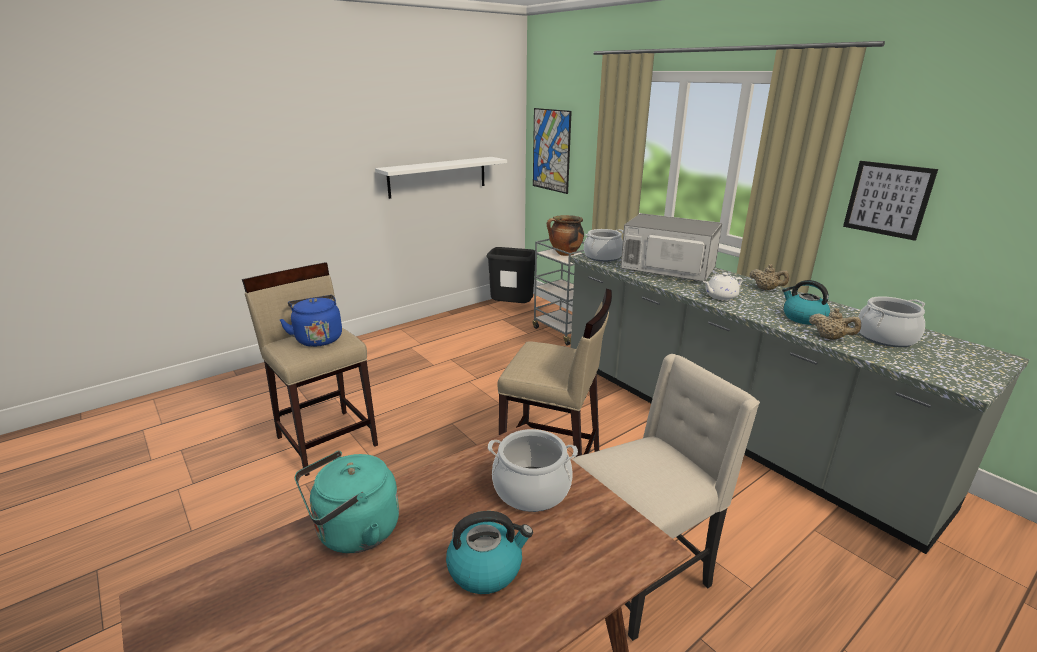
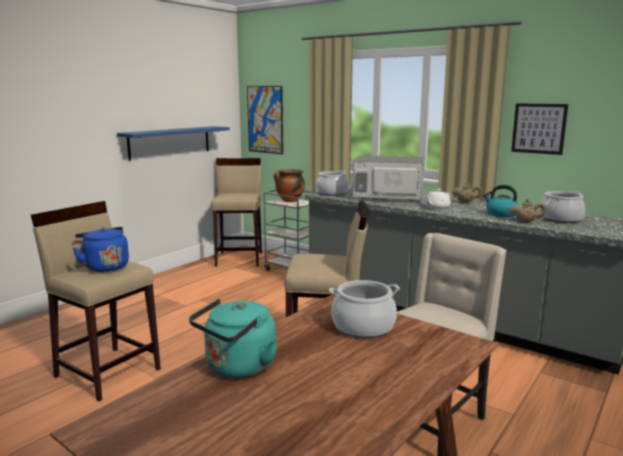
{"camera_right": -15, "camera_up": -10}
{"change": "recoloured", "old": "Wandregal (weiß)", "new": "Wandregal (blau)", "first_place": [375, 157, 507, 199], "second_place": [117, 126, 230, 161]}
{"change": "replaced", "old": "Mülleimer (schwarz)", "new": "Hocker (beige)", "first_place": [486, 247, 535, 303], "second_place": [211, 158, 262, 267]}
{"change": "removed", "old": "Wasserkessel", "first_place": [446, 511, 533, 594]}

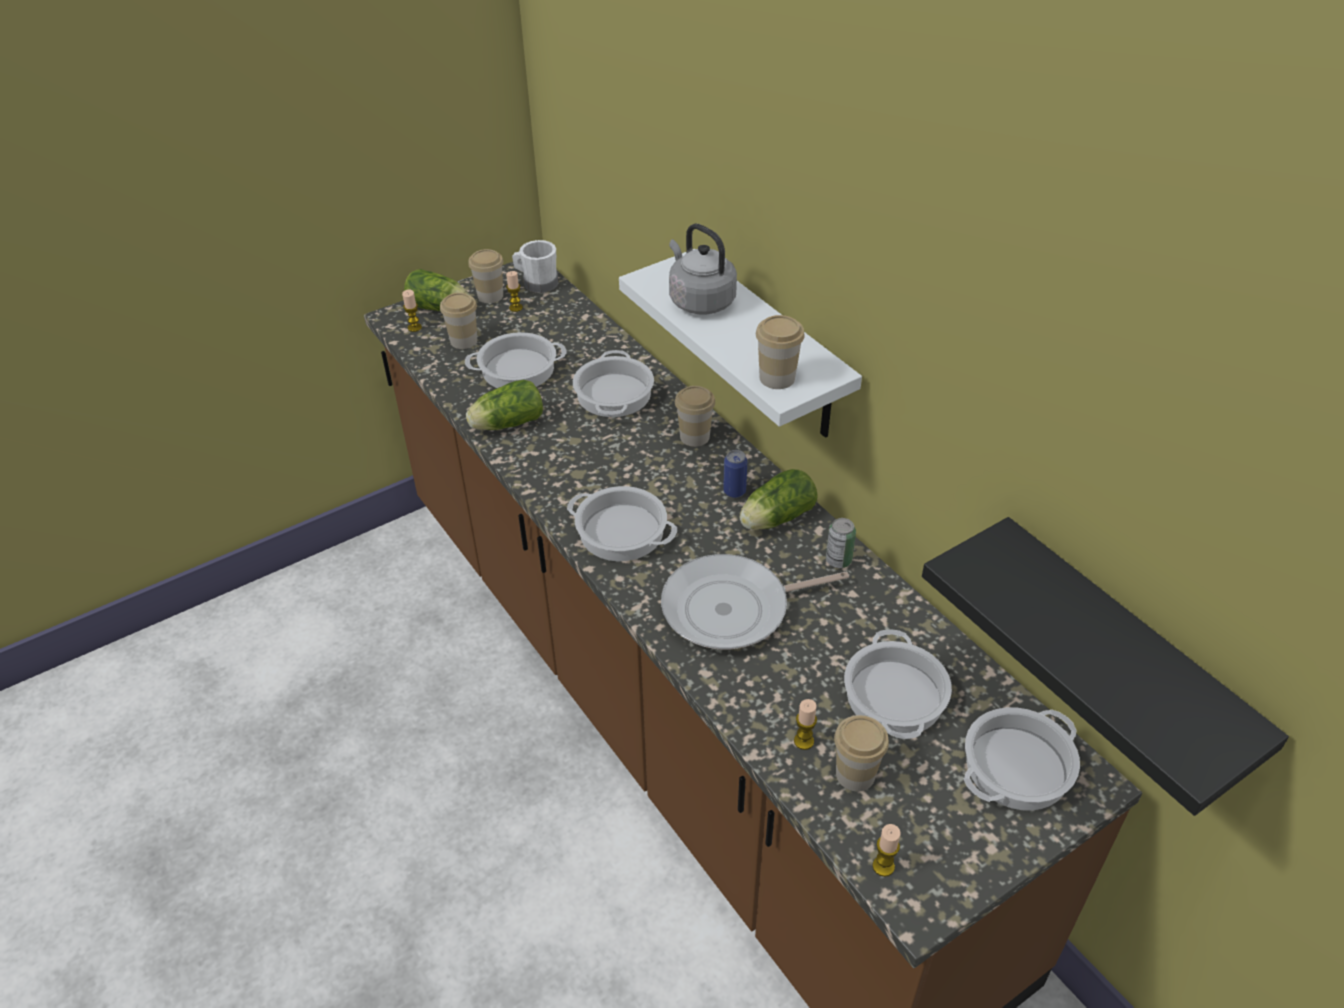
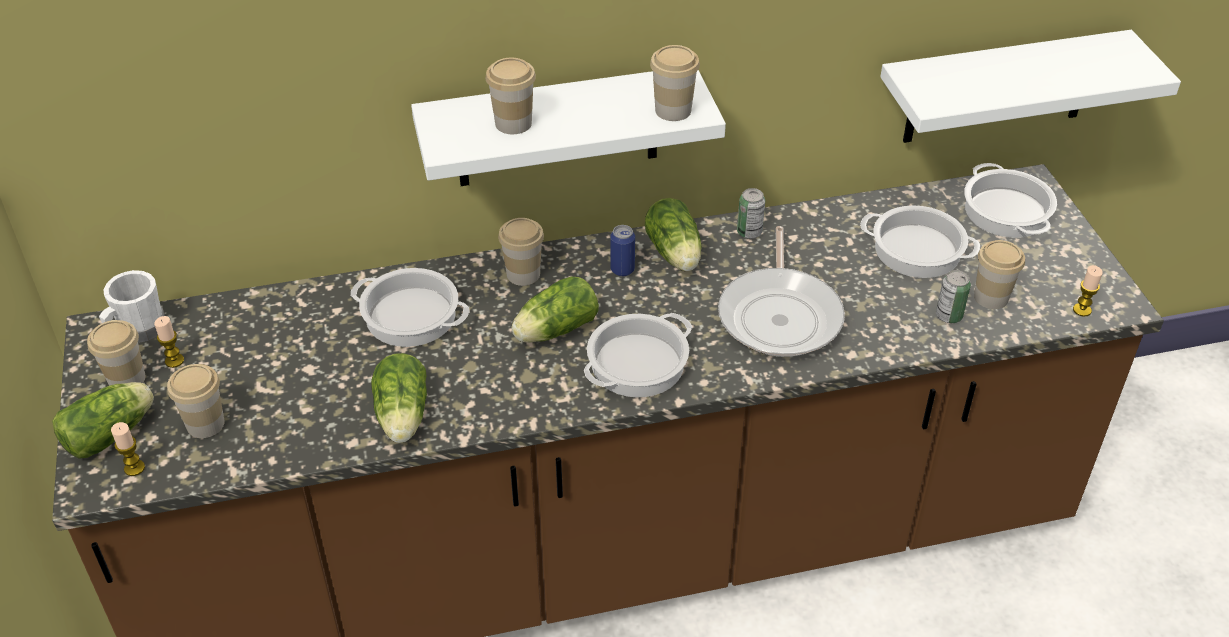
{"camera_right": -70, "camera_up": 0}
{"change": "replaced", "old": "Wasserkessel (grau)", "new": "Tasse", "first_place": [669, 224, 737, 315], "second_place": [486, 58, 536, 134]}
{"change": "added", "new": "Salatkopf", "second_place": [511, 277, 599, 343]}
{"change": "recoloured", "old": "Wandregal (schwarz)", "new": "Wandregal (weiß)", "first_place": [922, 517, 1289, 816], "second_place": [880, 30, 1181, 143]}
{"change": "replaced", "old": "Kerze", "new": "Dose", "first_place": [794, 699, 817, 750], "second_place": [936, 270, 971, 323]}
{"change": "removed", "old": "Kochtopf", "first_place": [465, 332, 566, 388]}

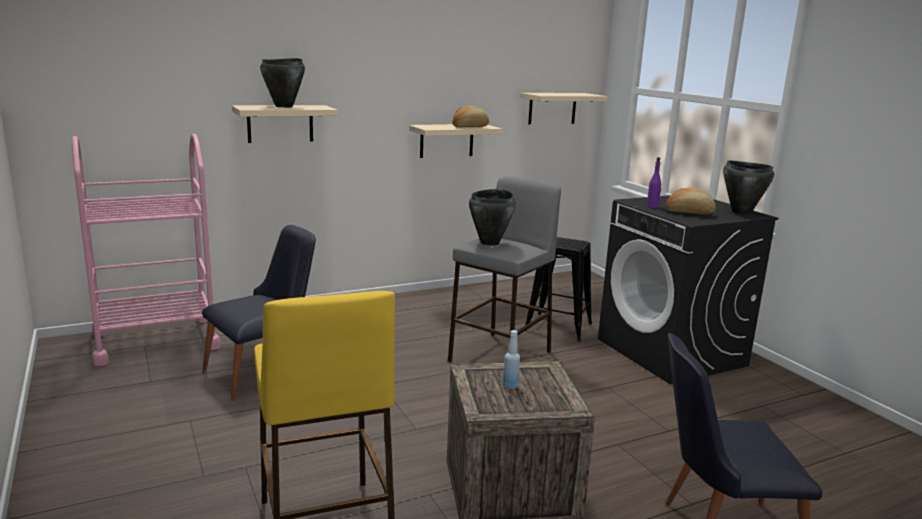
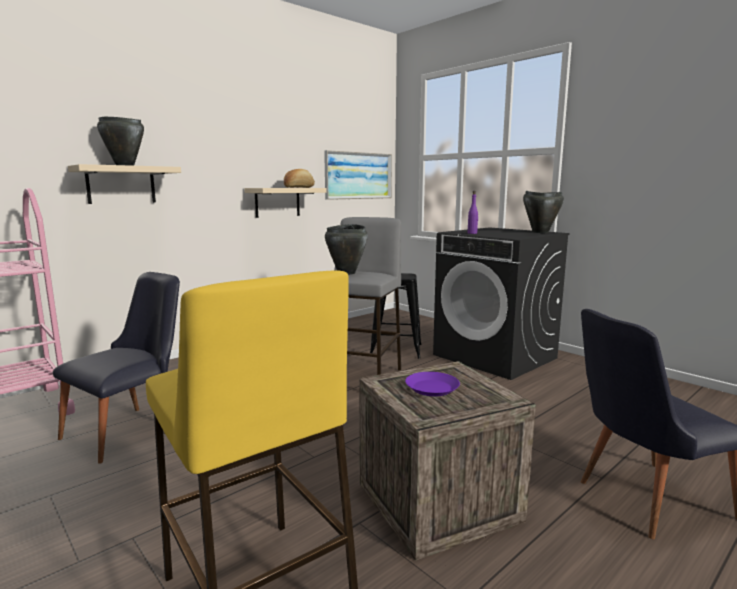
{"camera_right": -15, "camera_up": -5}
{"change": "replaced", "old": "Wandregal (beige)", "new": "Bild", "first_place": [520, 93, 608, 124], "second_place": [324, 150, 392, 200]}
{"change": "replaced", "old": "Flasche (blau)", "new": "Teller (lila)", "first_place": [503, 330, 520, 389], "second_place": [405, 372, 460, 397]}
{"change": "removed", "old": "Brot", "first_place": [665, 187, 716, 215]}

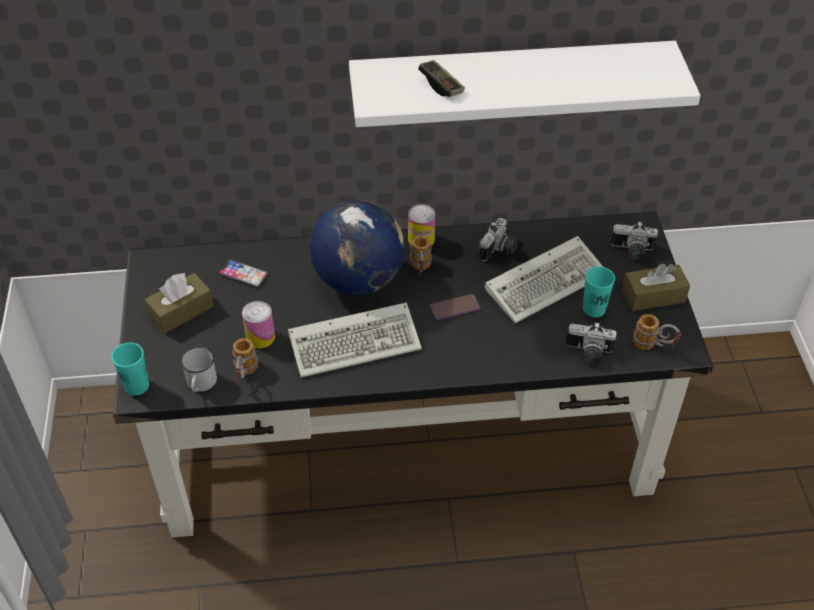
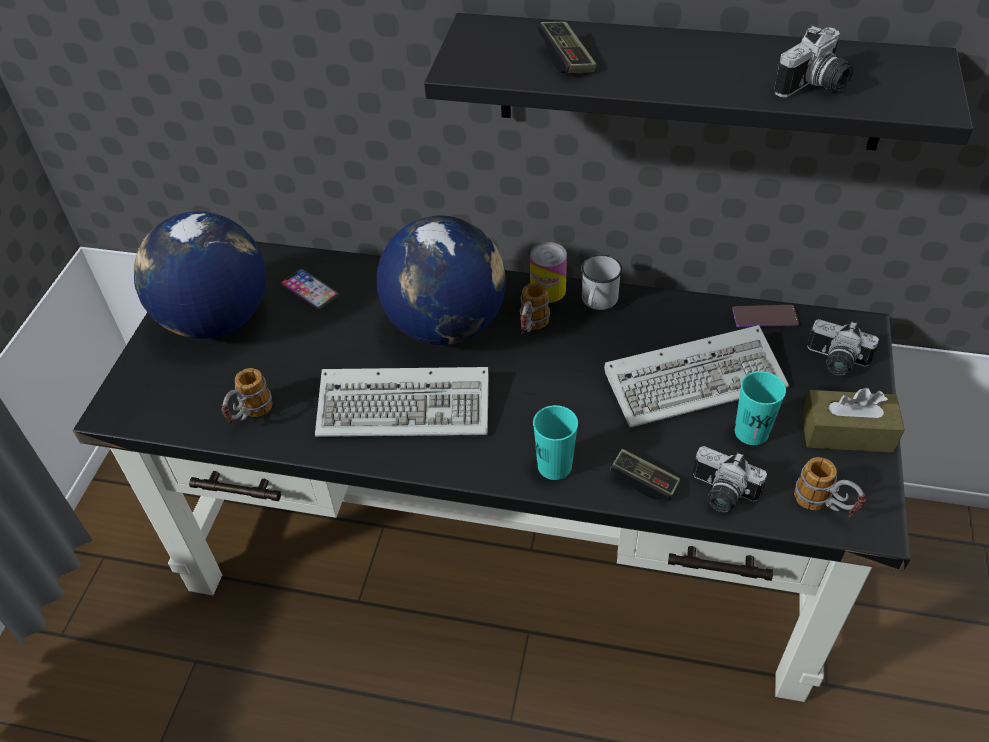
{"camera_right": 20, "camera_up": 0}
{"change": "replaced", "old": "Taschentuchbox (braun)", "new": "Globus", "first_place": [144, 273, 214, 334], "second_place": [134, 211, 266, 339]}
{"change": "recoloured", "old": "Wandregal (weiß)", "new": "Wandregal (schwarz)", "first_place": [349, 41, 701, 127], "second_place": [424, 13, 973, 150]}
{"change": "moved", "old": "Tasse (türkis)", "first_place": [112, 343, 149, 396], "second_place": [533, 405, 578, 480]}
{"change": "moved", "old": "Henkelbecher (weiß)", "first_place": [180, 347, 217, 392], "second_place": [581, 255, 622, 310]}
{"change": "added", "new": "Gamepad", "second_place": [610, 449, 680, 501]}
{"change": "moved", "old": "Handy", "first_place": [430, 294, 480, 320], "second_place": [732, 305, 799, 327]}
{"change": "moved", "old": "Kamera", "first_place": [478, 218, 518, 261], "second_place": [773, 26, 853, 98]}
{"change": "removed", "old": "Dose", "first_place": [242, 301, 275, 348]}

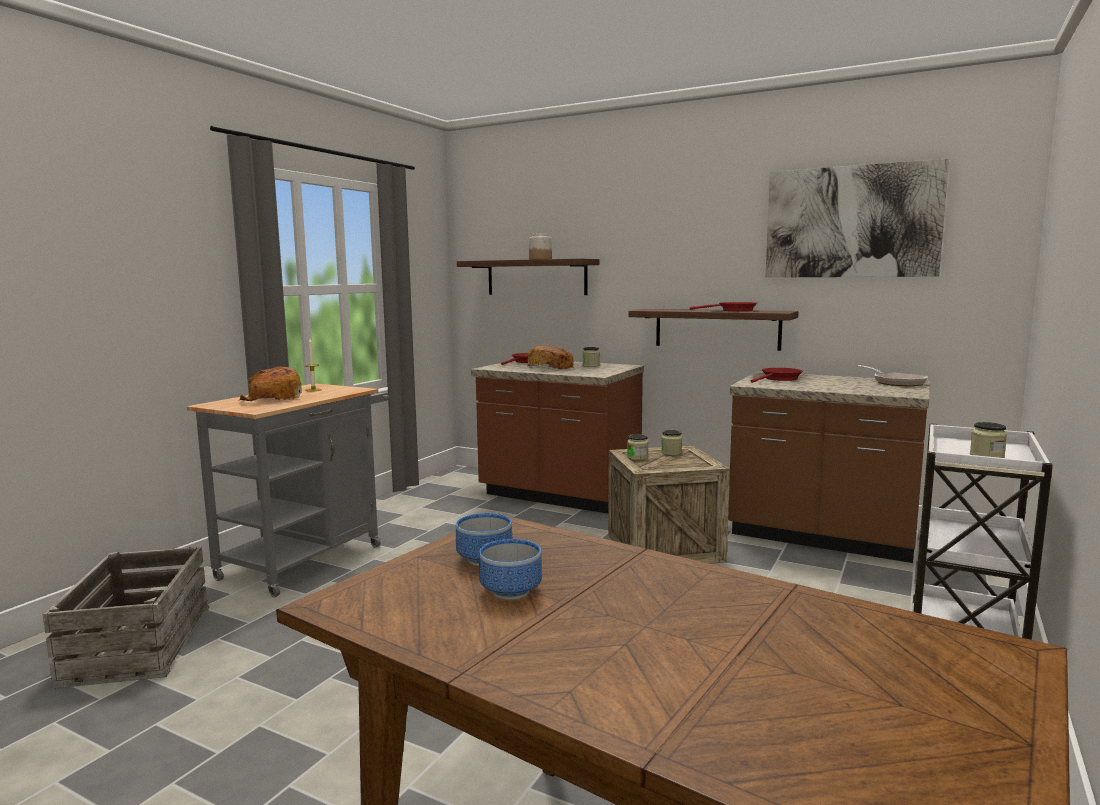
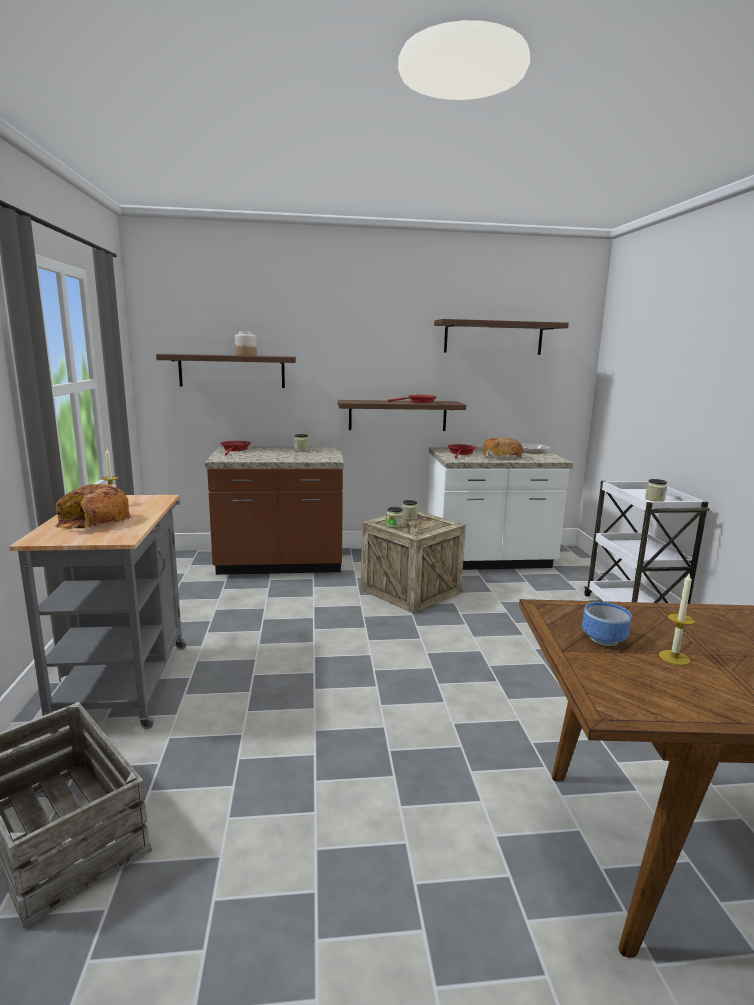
{"camera_right": -35, "camera_up": 5}
{"change": "recoloured", "old": "Küchenzeile (braun)", "new": "Küchenzeile (weiß)", "first_place": [728, 372, 931, 563], "second_place": [427, 447, 573, 570]}
{"change": "replaced", "old": "Bild", "new": "Wandregal", "first_place": [765, 159, 949, 278], "second_place": [434, 319, 569, 355]}
{"change": "moved", "old": "Brot", "first_place": [528, 346, 573, 369], "second_place": [483, 438, 523, 459]}
{"change": "replaced", "old": "Schüssel", "new": "Kerze", "first_place": [479, 539, 542, 600], "second_place": [659, 572, 695, 665]}

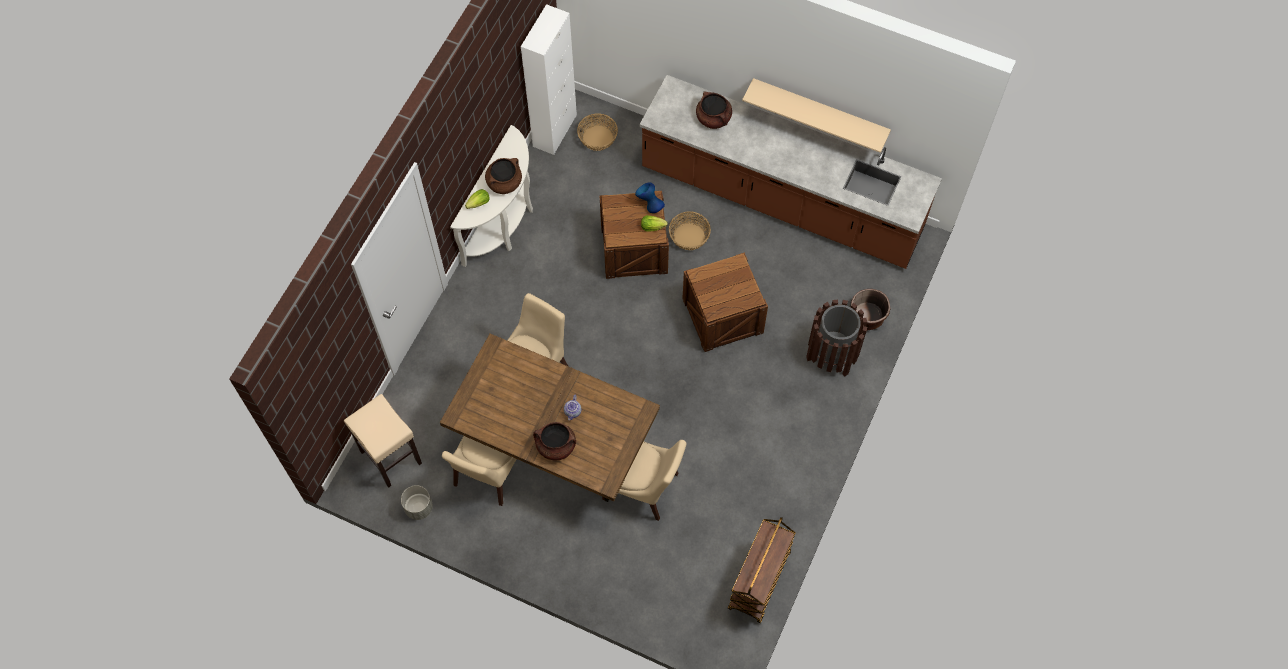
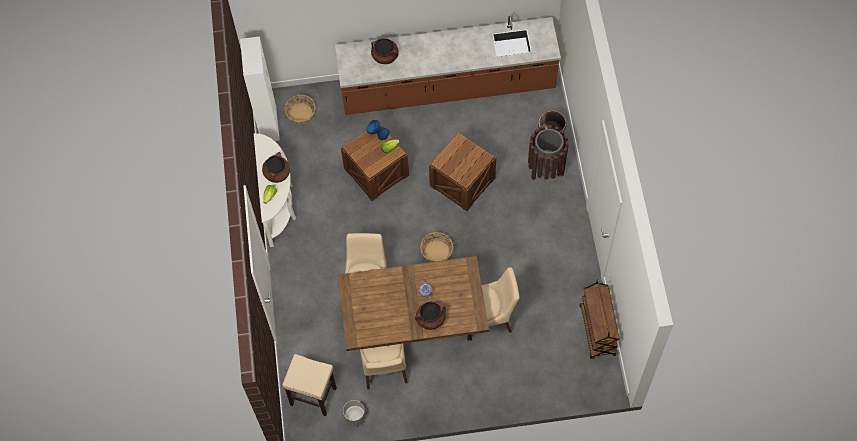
{"camera_right": -30, "camera_up": 0}
{"change": "moved", "old": "Korb", "first_place": [669, 211, 711, 250], "second_place": [420, 232, 453, 262]}
{"change": "removed", "old": "Wandregal (beige)", "first_place": [742, 78, 891, 153]}

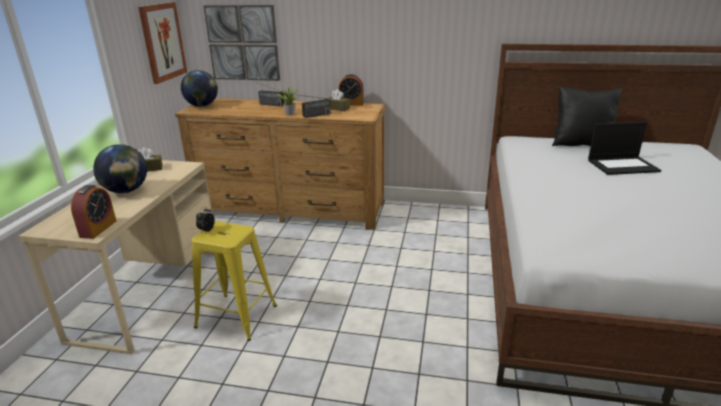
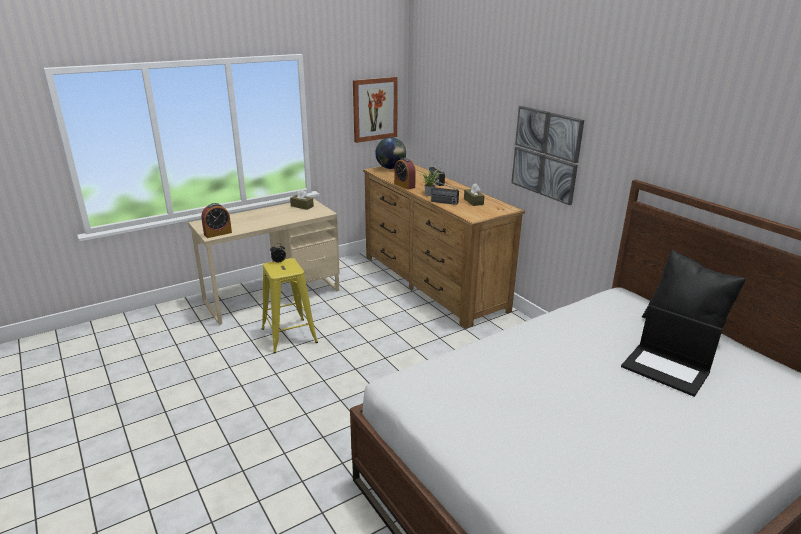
{"camera_right": 45, "camera_up": 0}
{"change": "moved", "old": "Wecker", "first_place": [339, 74, 364, 106], "second_place": [394, 158, 416, 190]}
{"change": "moved", "old": "Bild", "first_place": [203, 5, 280, 81], "second_place": [511, 106, 584, 205]}
{"change": "removed", "old": "Globus", "first_place": [93, 144, 147, 193]}

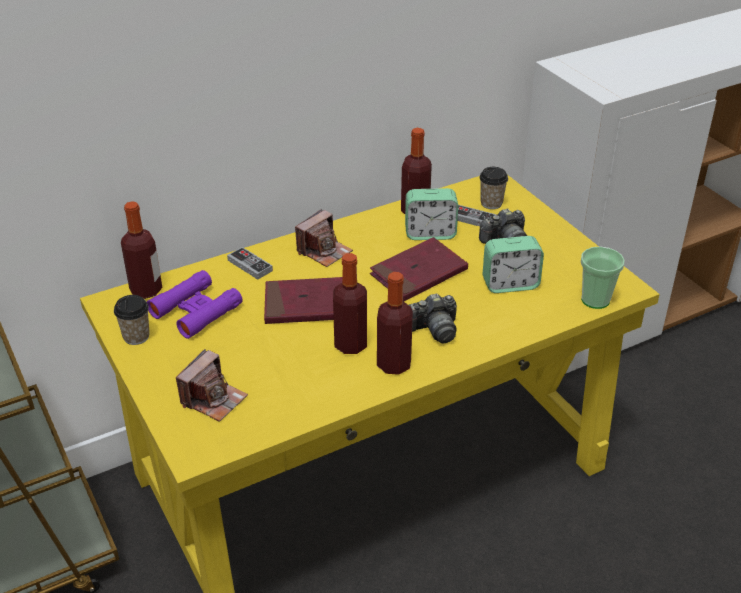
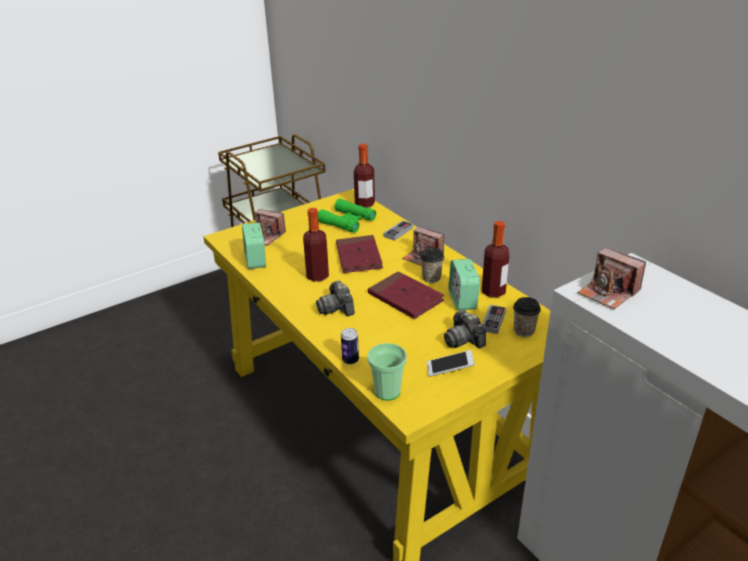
{"camera_right": 85, "camera_up": -5}
{"change": "moved", "old": "Wecker", "first_place": [483, 236, 544, 293], "second_place": [242, 223, 266, 269]}
{"change": "recoloured", "old": "Fernglas (lila)", "new": "Fernglas (grün)", "first_place": [147, 270, 243, 339], "second_place": [318, 199, 376, 233]}
{"change": "added", "new": "Dose", "second_place": [341, 328, 359, 365]}
{"change": "moved", "old": "Tasse", "first_place": [114, 295, 150, 345], "second_place": [420, 247, 444, 283]}
{"change": "added", "new": "Handy", "second_place": [427, 350, 475, 377]}
{"change": "added", "new": "Kamera", "second_place": [578, 248, 646, 309]}
{"change": "removed", "old": "Flasche", "first_place": [377, 272, 413, 375]}

